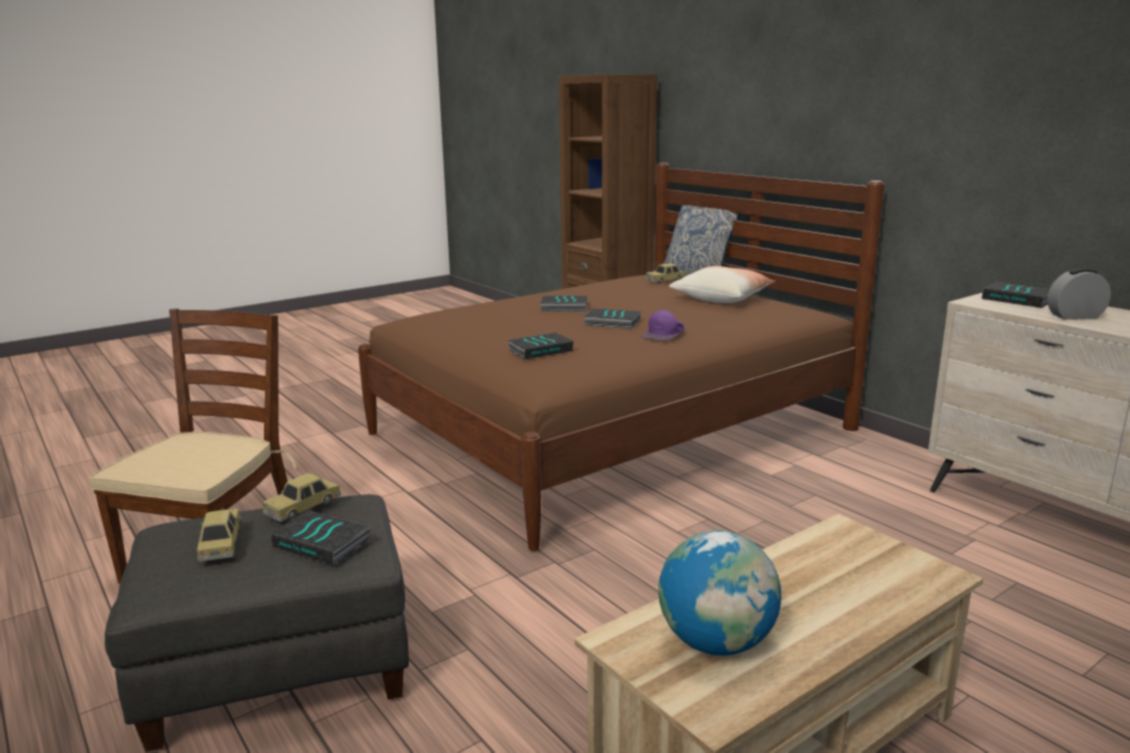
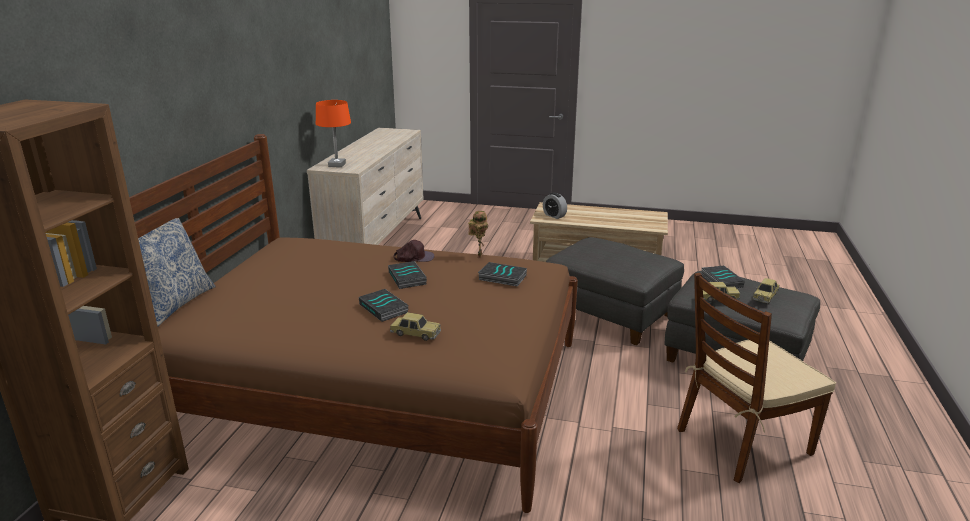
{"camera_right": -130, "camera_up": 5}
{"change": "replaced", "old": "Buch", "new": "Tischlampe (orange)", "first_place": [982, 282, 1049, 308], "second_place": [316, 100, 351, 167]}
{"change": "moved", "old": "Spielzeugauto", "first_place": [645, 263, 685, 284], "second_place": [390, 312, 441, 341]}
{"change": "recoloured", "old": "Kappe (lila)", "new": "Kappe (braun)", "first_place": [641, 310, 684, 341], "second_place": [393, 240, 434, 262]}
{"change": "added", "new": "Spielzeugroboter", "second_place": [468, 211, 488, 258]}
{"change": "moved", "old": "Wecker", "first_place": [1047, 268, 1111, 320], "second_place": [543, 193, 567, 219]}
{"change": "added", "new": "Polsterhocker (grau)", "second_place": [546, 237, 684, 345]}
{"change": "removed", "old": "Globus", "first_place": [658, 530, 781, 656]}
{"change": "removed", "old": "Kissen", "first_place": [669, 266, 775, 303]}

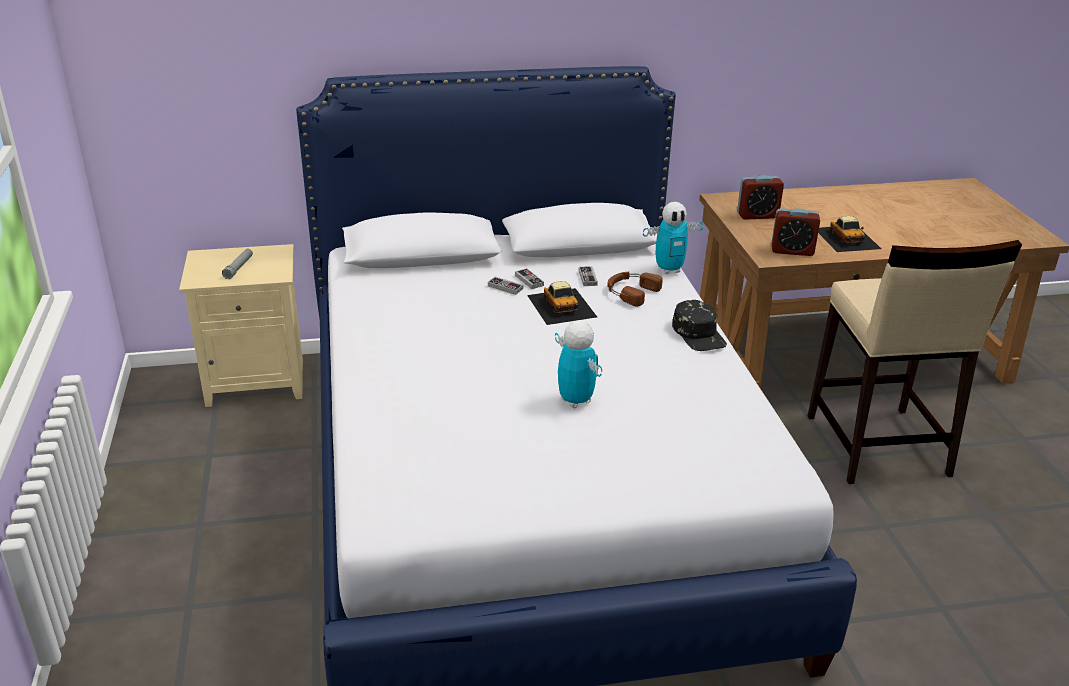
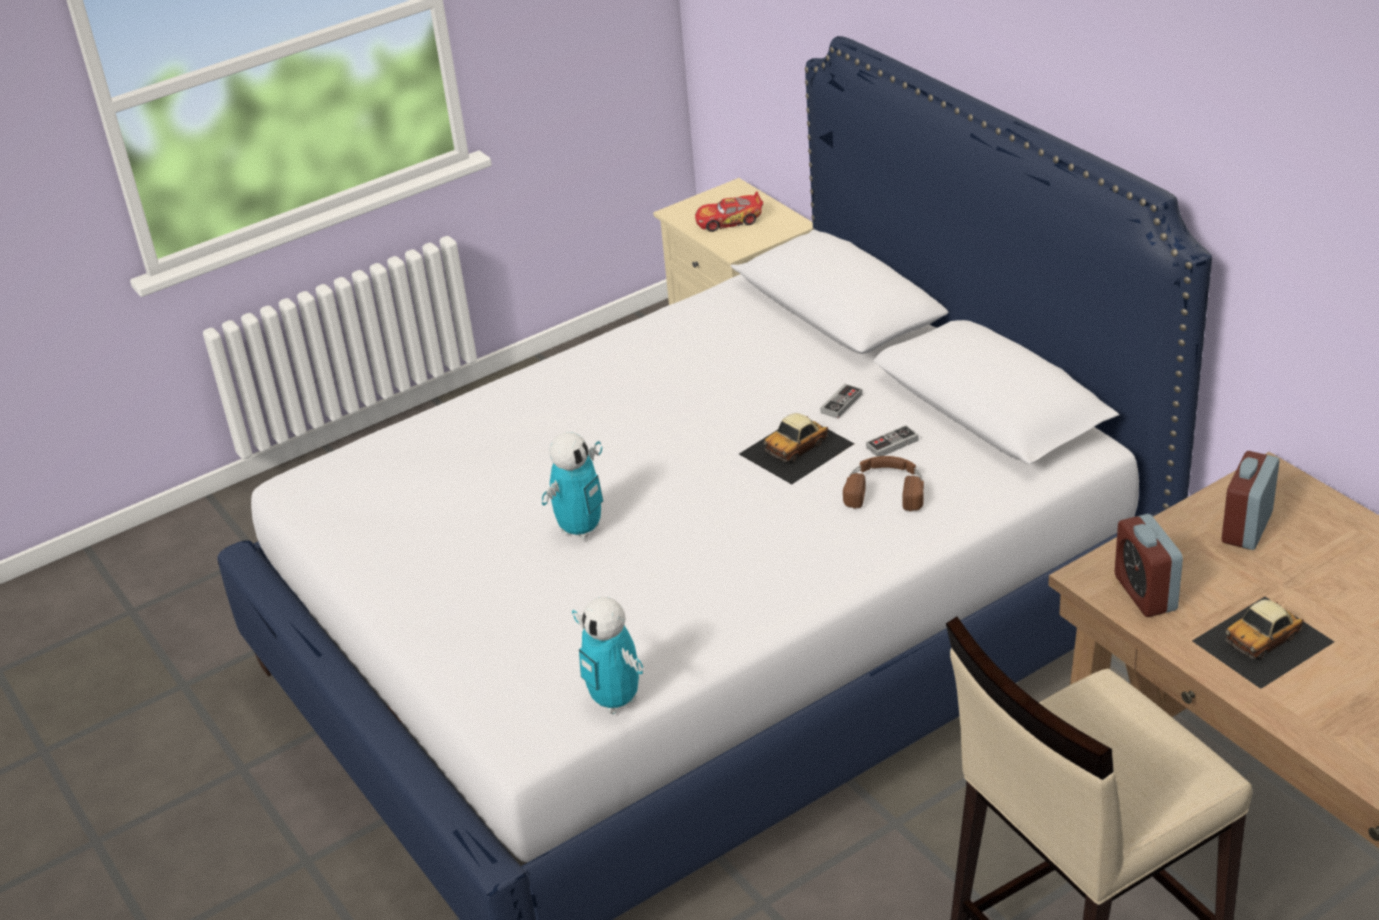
{"camera_right": 70, "camera_up": 5}
{"change": "moved", "old": "Spielzeugroboter", "first_place": [643, 202, 703, 274], "second_place": [572, 597, 643, 714]}
{"change": "replaced", "old": "Taschenlampe (grau)", "new": "Spielzeugauto", "first_place": [222, 249, 253, 279], "second_place": [695, 191, 763, 232]}
{"change": "turned", "old": "Wecker", "first_place": [737, 175, 784, 220], "second_place": [1222, 451, 1279, 550], "degrees": 60}
{"change": "removed", "old": "Gamepad", "first_place": [488, 276, 523, 295]}
{"change": "removed", "old": "Kappe (schwarz)", "first_place": [672, 300, 727, 351]}

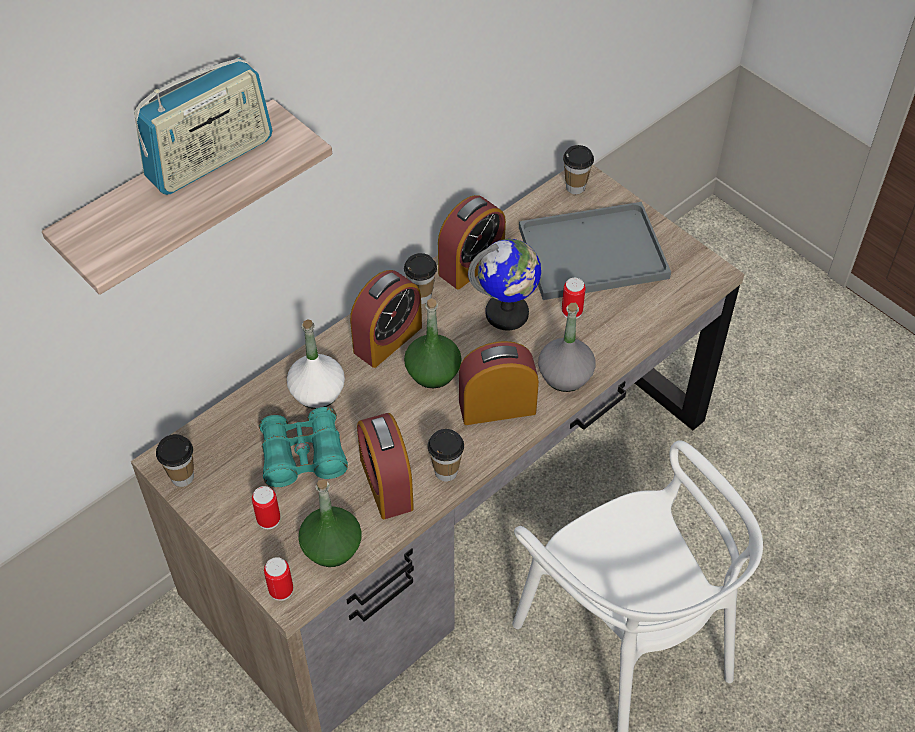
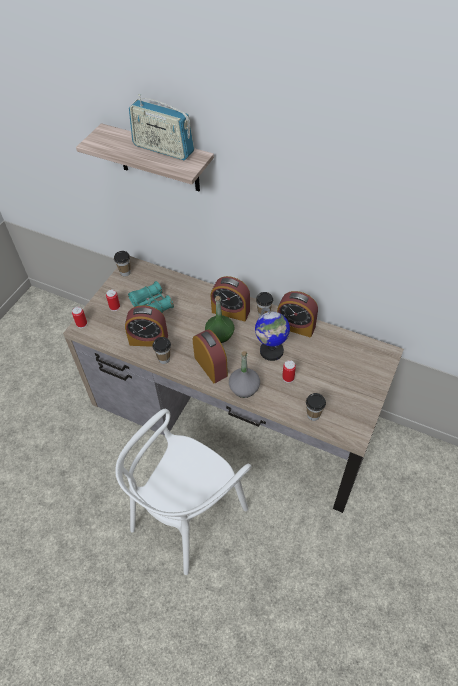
{"camera_right": 70, "camera_up": 0}
{"change": "turned", "old": "Wecker", "first_place": [357, 413, 414, 519], "second_place": [125, 305, 168, 347], "degrees": -135}
{"change": "moved", "old": "Tasse", "first_place": [563, 145, 594, 194], "second_place": [306, 393, 326, 421]}
{"change": "removed", "old": "Flasche (weiß)", "first_place": [287, 319, 345, 409]}
{"change": "removed", "old": "Flasche (grün)", "first_place": [298, 479, 362, 567]}
{"change": "removed", "old": "Tablett (grau)", "first_place": [519, 202, 671, 300]}

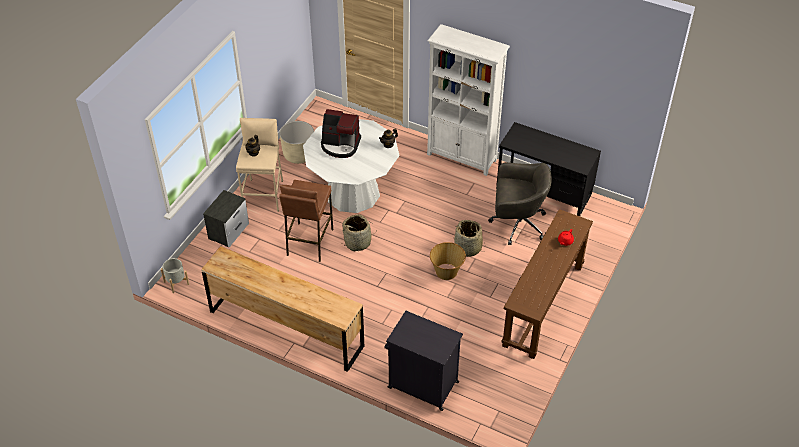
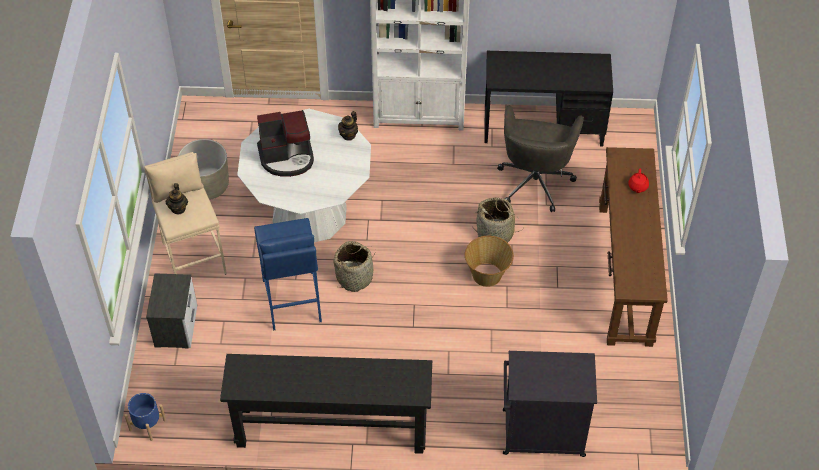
{"camera_right": -25, "camera_up": 5}
{"change": "recoloured", "old": "Pflanzkübel (grau)", "new": "Pflanzkübel (blau)", "first_place": [161, 258, 189, 293], "second_place": [124, 393, 166, 441]}
{"change": "replaced", "old": "Kommode (braun)", "new": "Konsolentisch (schwarz)", "first_place": [201, 246, 364, 372], "second_place": [220, 354, 432, 454]}
{"change": "recoloured", "old": "Hocker (braun)", "new": "Hocker (blau)", "first_place": [279, 180, 333, 262], "second_place": [254, 218, 322, 330]}
{"change": "turned", "old": "Bürostuhl (grau)", "first_place": [488, 162, 552, 245], "second_place": [497, 105, 584, 212], "degrees": 120}

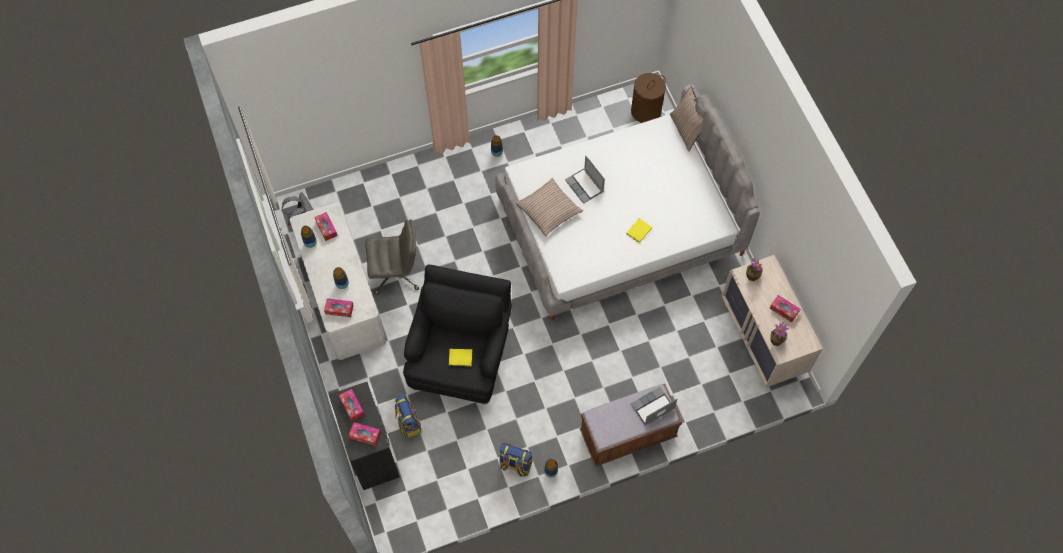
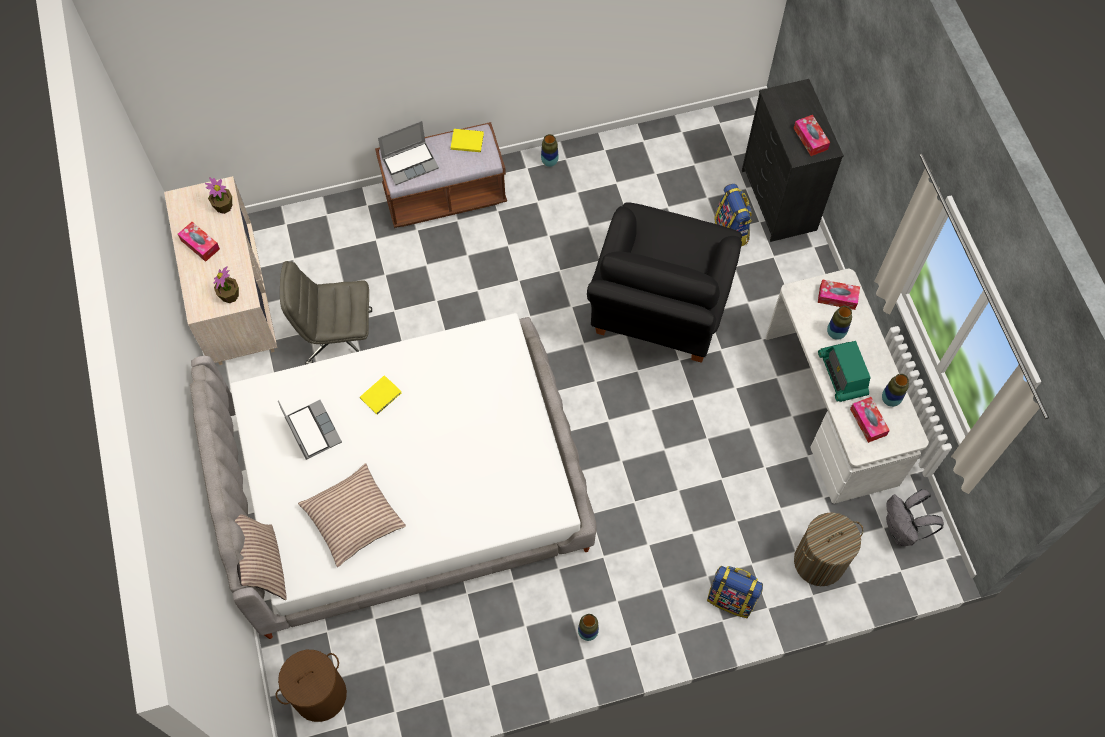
{"camera_right": -175, "camera_up": 0}
{"change": "moved", "old": "Laptop", "first_place": [565, 156, 605, 204], "second_place": [278, 400, 342, 460]}
{"change": "moved", "old": "Bürostuhl (grau)", "first_place": [365, 219, 419, 294], "second_place": [280, 261, 372, 365]}
{"change": "moved", "old": "Kissen", "first_place": [515, 178, 583, 237], "second_place": [298, 463, 406, 567]}
{"change": "moved", "old": "Buch (gelb)", "first_place": [449, 349, 472, 366], "second_place": [451, 129, 484, 152]}
{"change": "moved", "old": "Rucksack", "first_place": [499, 443, 533, 477], "second_place": [707, 566, 763, 618]}
{"change": "added", "new": "Wäschekorb", "second_place": [794, 512, 864, 586]}
{"change": "added", "new": "Radio", "second_place": [818, 341, 871, 402]}
{"change": "removed", "old": "Taschentuchbox", "first_place": [349, 422, 381, 446]}

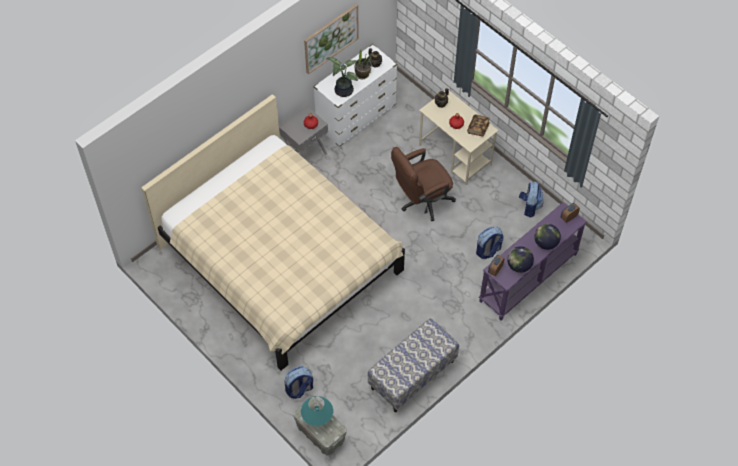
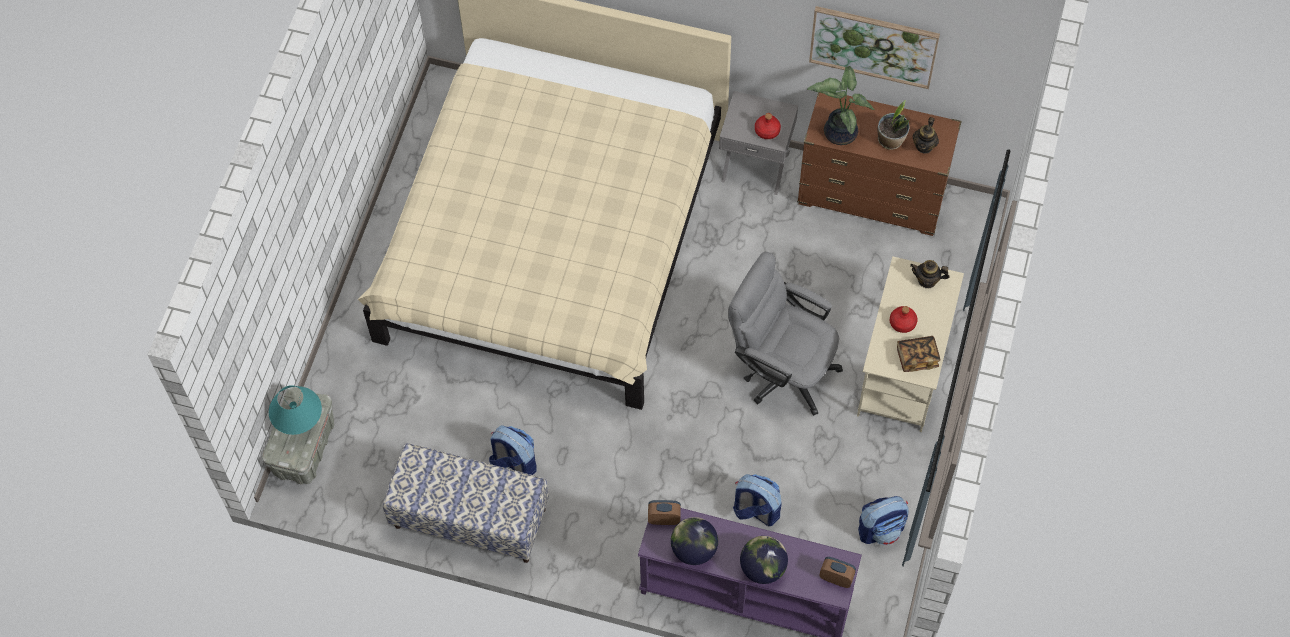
{"camera_right": 60, "camera_up": 5}
{"change": "moved", "old": "Rucksack", "first_place": [284, 366, 313, 399], "second_place": [489, 425, 537, 475]}
{"change": "recoloured", "old": "Bürostuhl (braun)", "new": "Bürostuhl (grau)", "first_place": [391, 147, 456, 221], "second_place": [728, 252, 843, 416]}
{"change": "recoloured", "old": "Kommode (weiß)", "new": "Kommode (braun)", "first_place": [313, 44, 397, 148], "second_place": [797, 92, 962, 236]}

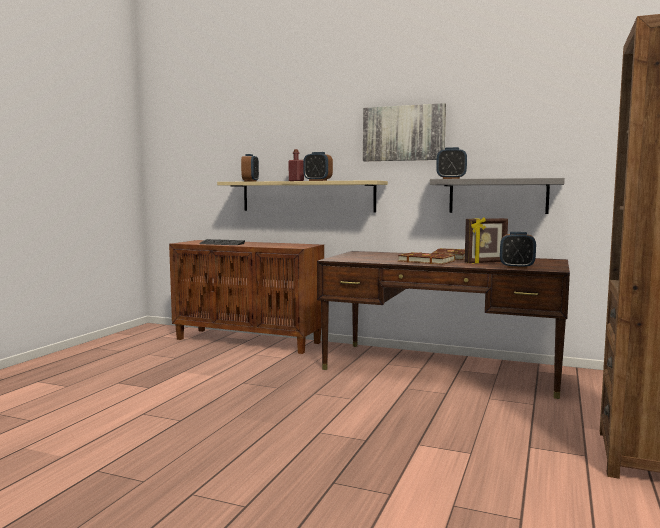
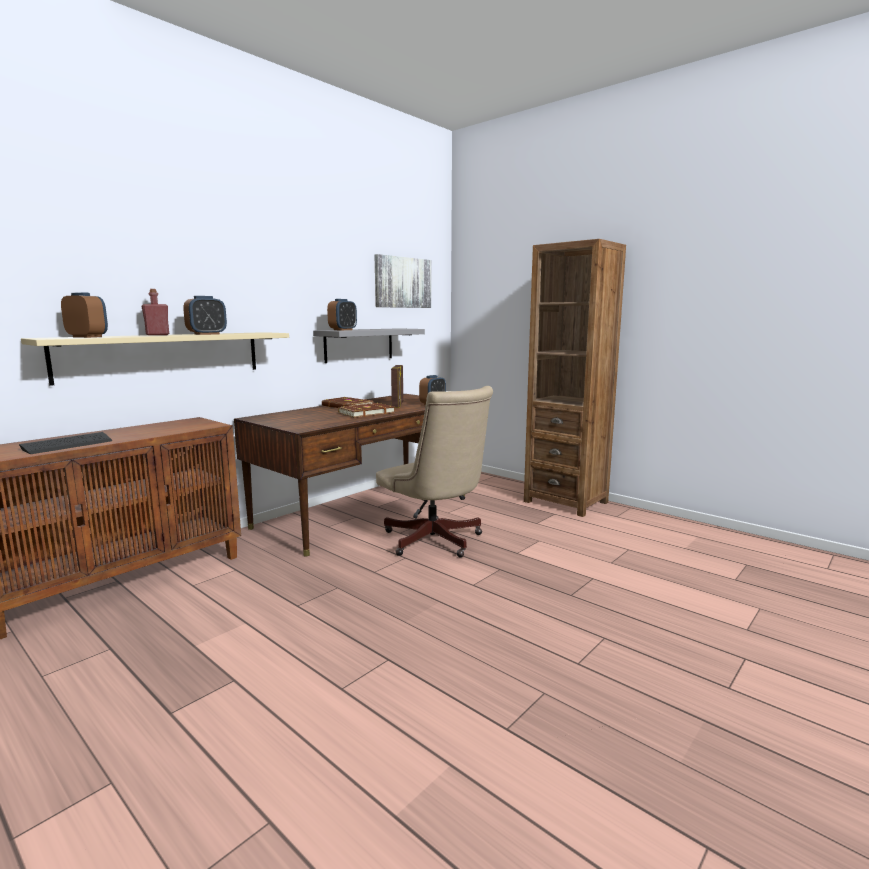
{"camera_right": -70, "camera_up": 5}
{"change": "moved", "old": "Bild", "first_place": [363, 103, 446, 161], "second_place": [375, 254, 431, 308]}
{"change": "added", "new": "Bürostuhl (beige)", "second_place": [376, 386, 493, 557]}

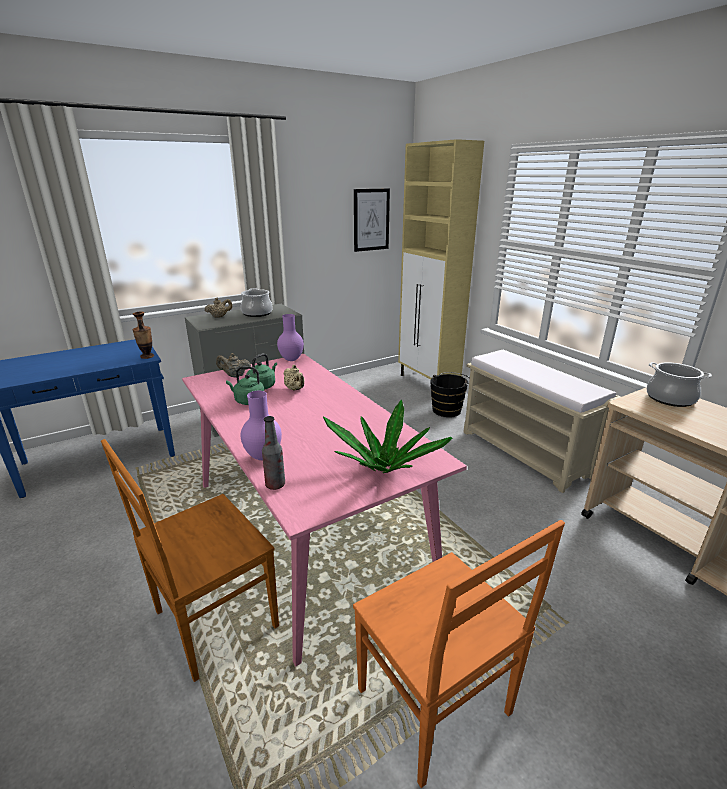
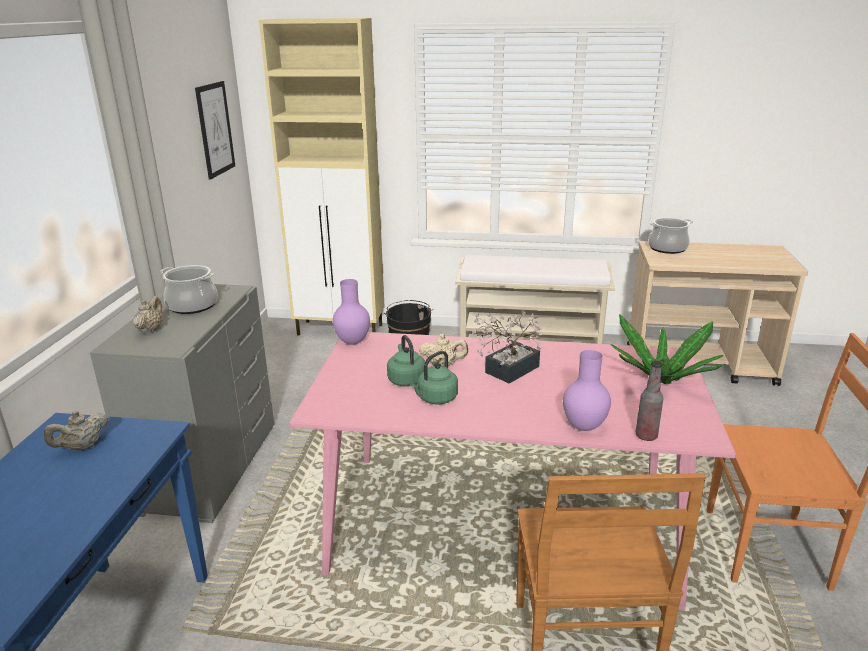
{"camera_right": -50, "camera_up": 0}
{"change": "moved", "old": "Teekanne (beige)", "first_place": [216, 353, 251, 377], "second_place": [44, 411, 109, 450]}
{"change": "added", "new": "Topfpflanze", "second_place": [472, 312, 542, 384]}
{"change": "removed", "old": "Vase", "first_place": [133, 312, 154, 359]}

